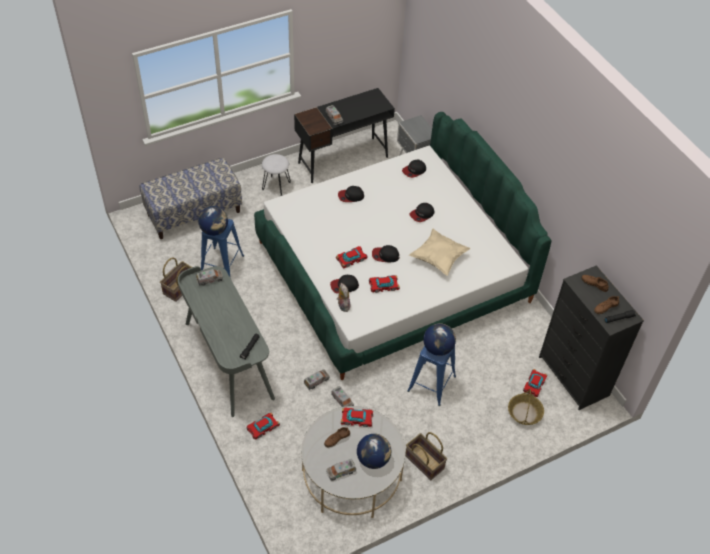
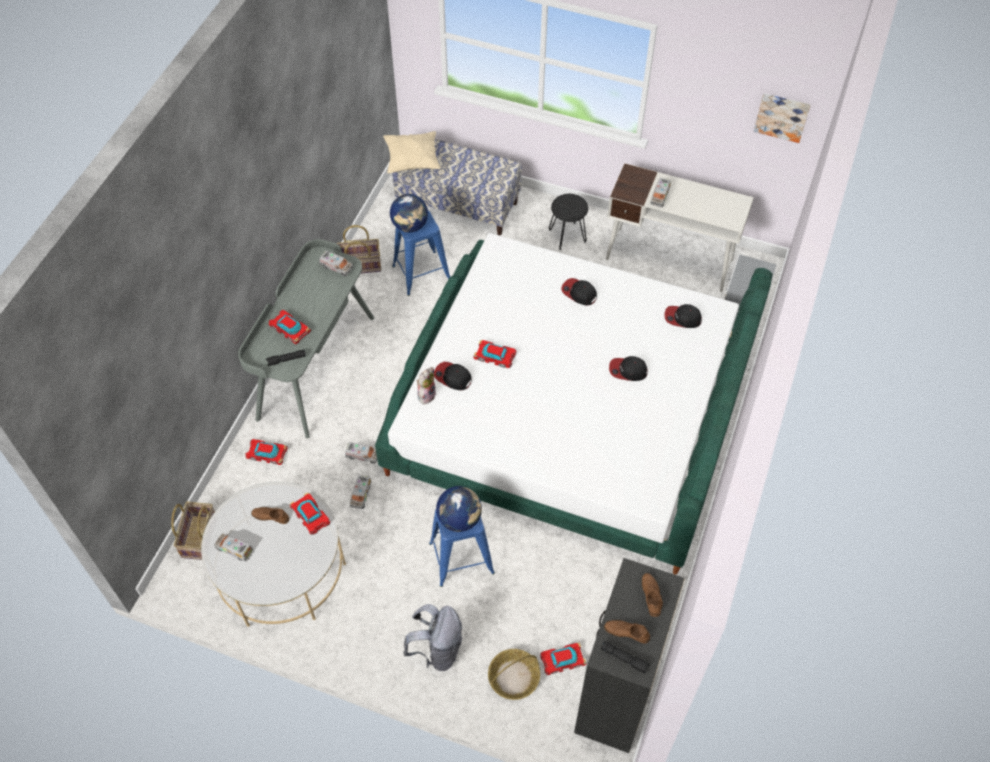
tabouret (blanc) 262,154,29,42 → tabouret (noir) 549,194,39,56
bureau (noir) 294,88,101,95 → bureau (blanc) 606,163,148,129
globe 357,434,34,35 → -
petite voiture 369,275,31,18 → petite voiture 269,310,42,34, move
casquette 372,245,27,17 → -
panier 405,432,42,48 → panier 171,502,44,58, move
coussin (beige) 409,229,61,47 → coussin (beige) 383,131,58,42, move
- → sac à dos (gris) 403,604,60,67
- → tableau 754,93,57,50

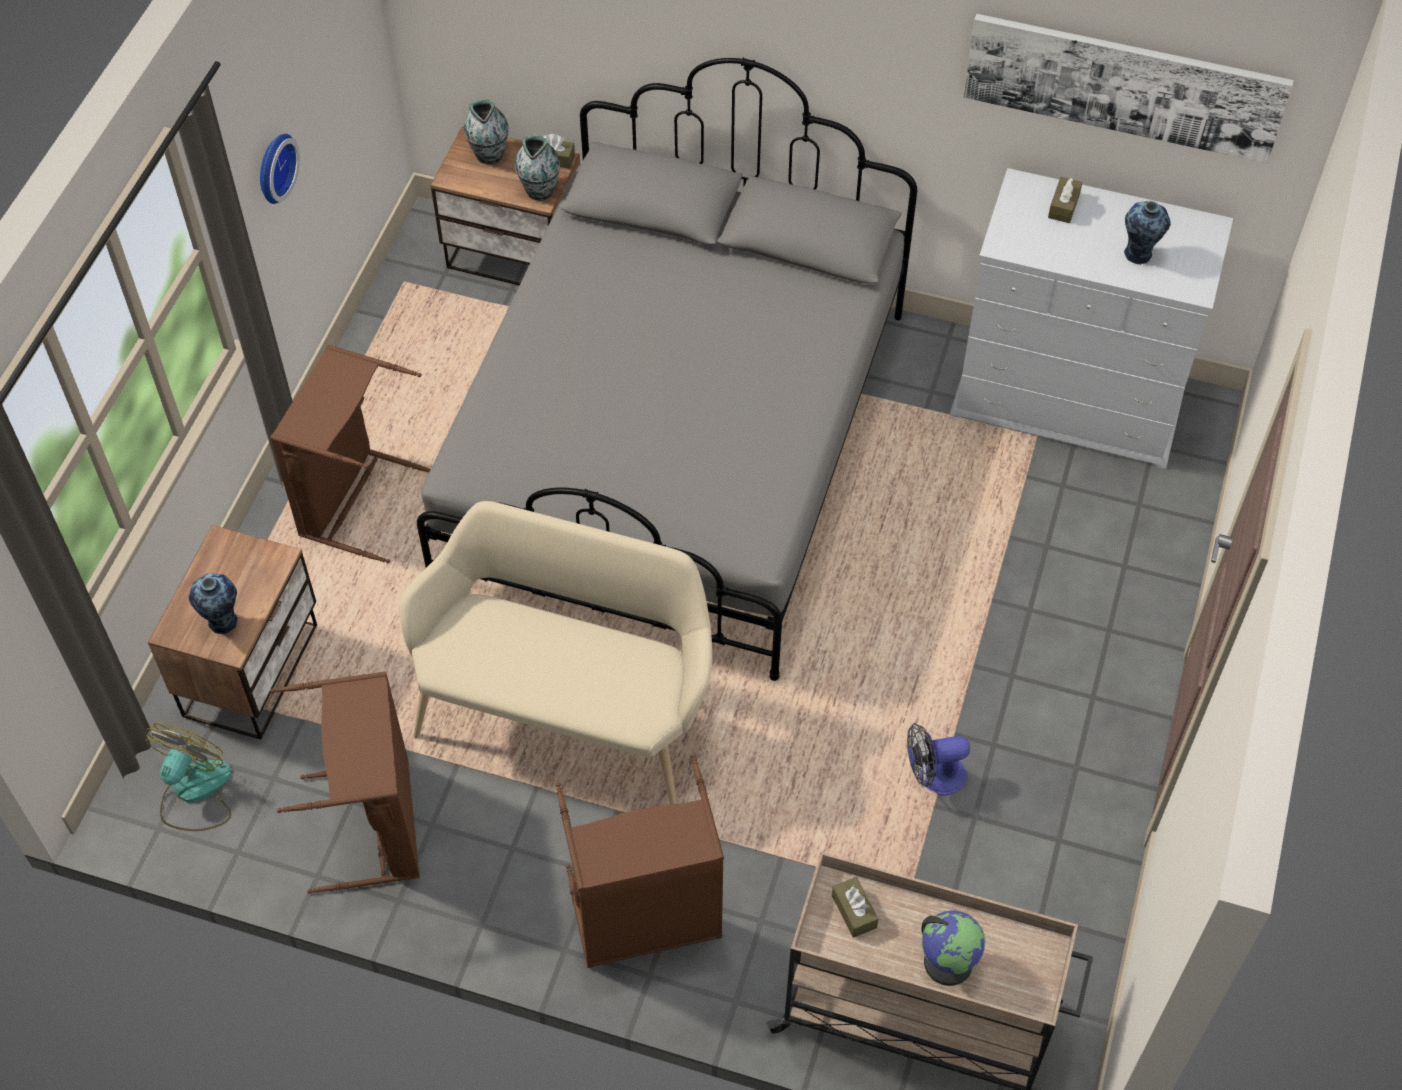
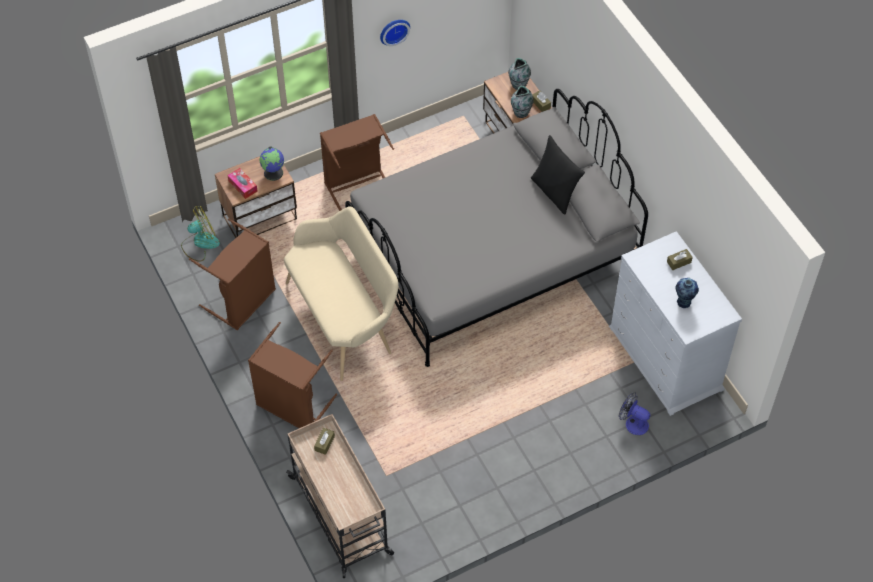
vase 189,573,48,62 → boîte à mouchoirs 227,168,31,31
ventilateur 907,723,63,72 → ventilateur 619,392,31,43, move
globe 921,910,65,76 → globe 259,147,25,34, move
tableau 963,14,331,149 → -
- → coussin (noir) 531,135,54,80

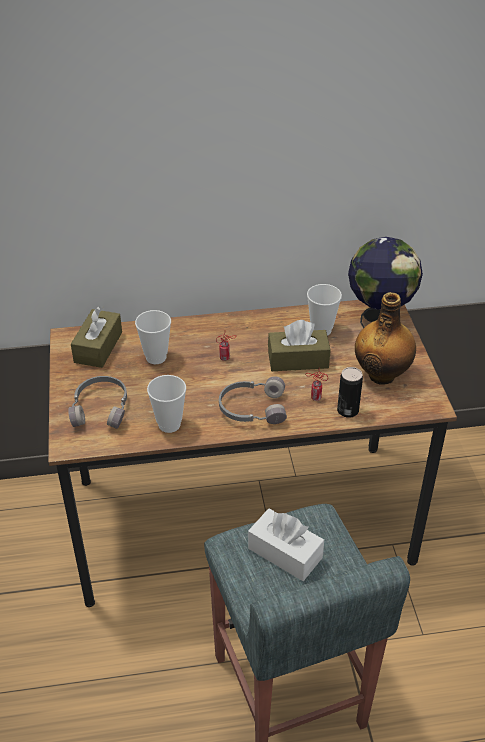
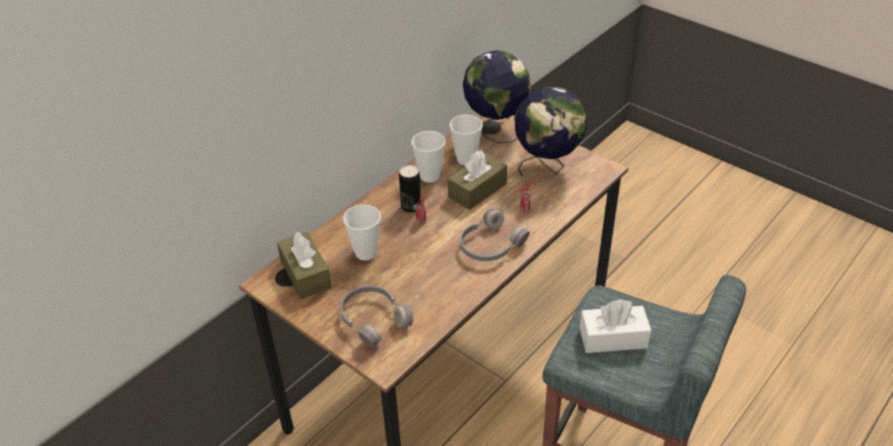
tasse 147,375,39,58 → tasse 411,131,34,52, move
boîte métallique 337,367,26,51 → boîte métallique 399,165,22,48, move
bouteille 355,292,61,93 → globe 514,87,73,89

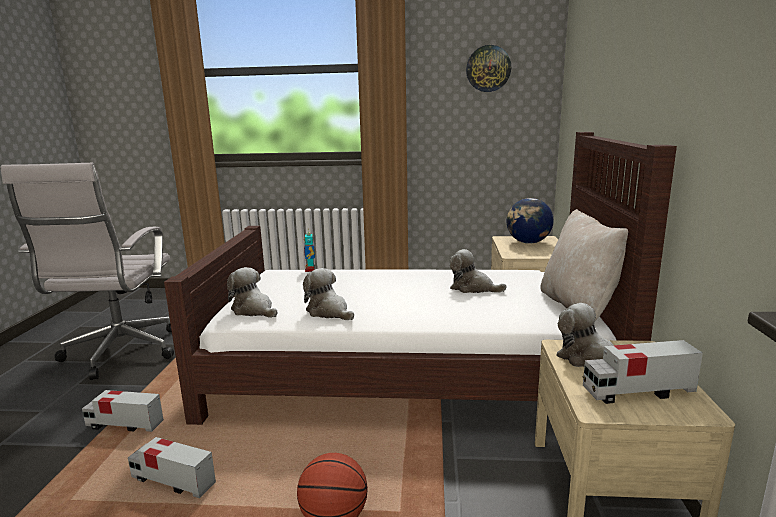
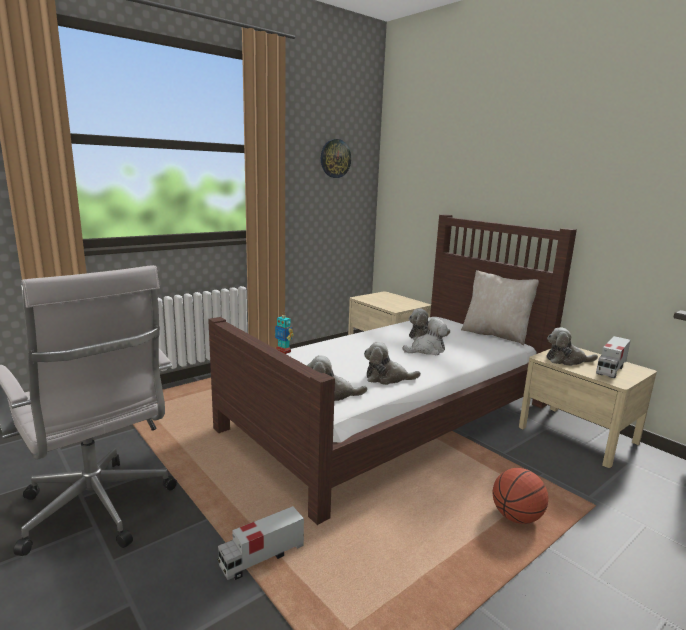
camion jouet 128,437,88,61 → -
globe 507,198,46,46 → -
- → peluche 403,318,45,37

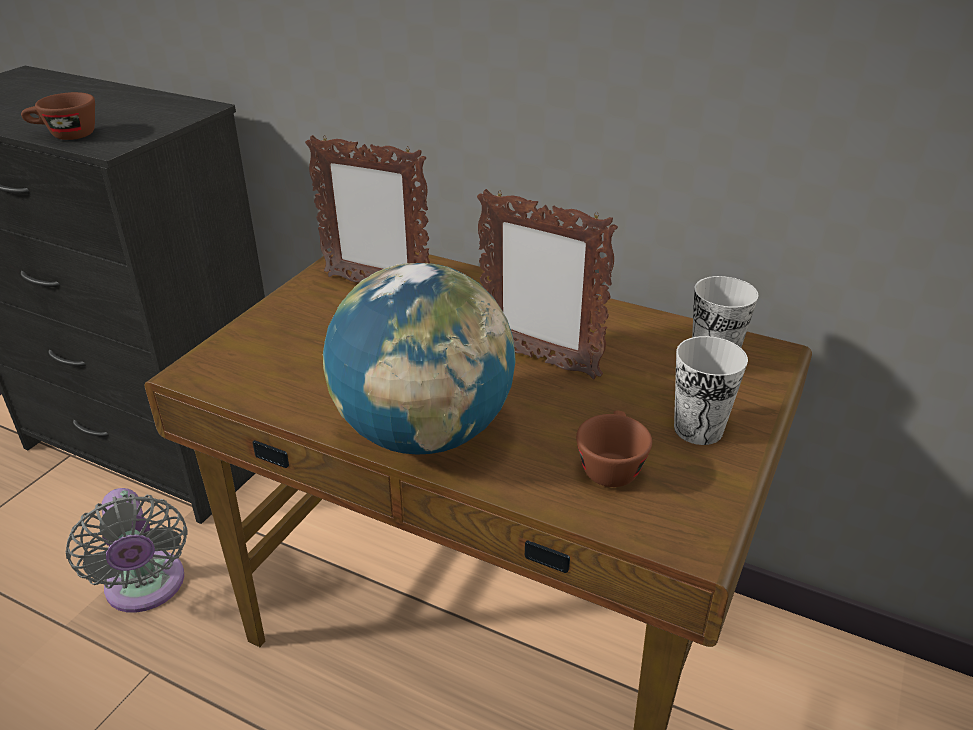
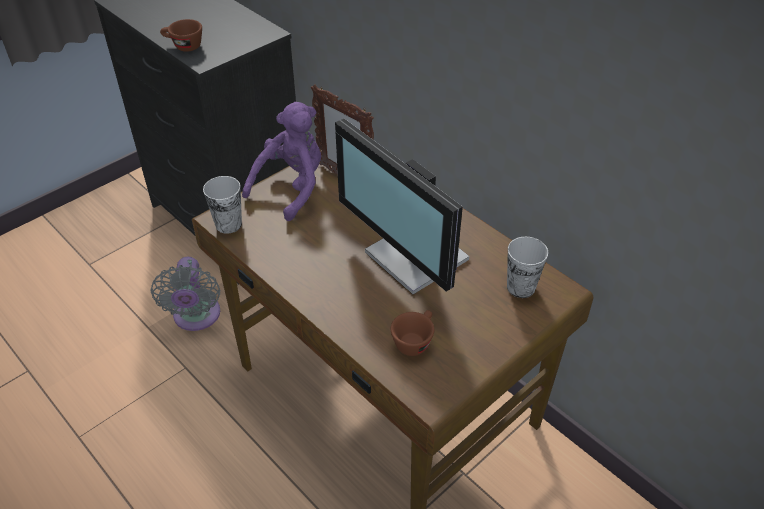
globe 322,263,194,192 → -
cadre photo 477,189,141,191 → écran d'ordinateur 335,119,134,175
tasse 674,336,74,109 → tasse 203,176,39,58, move
- → peluche (violet) 242,102,79,119

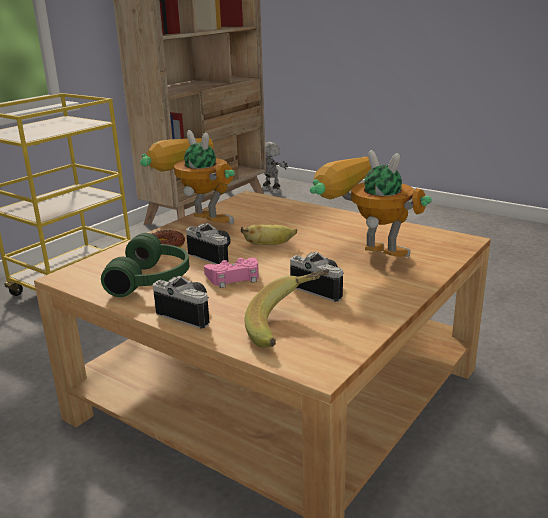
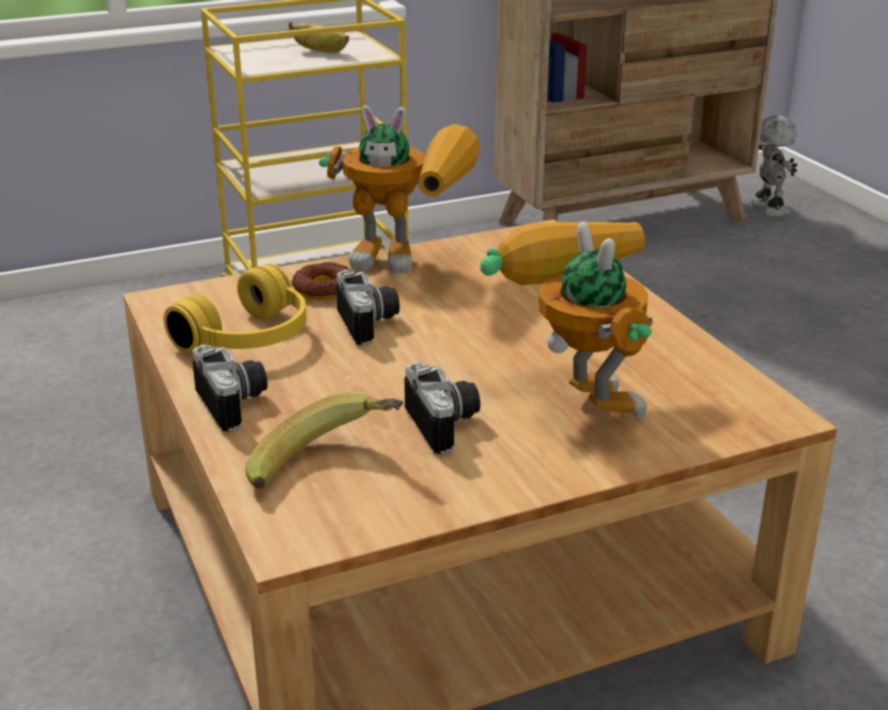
casque audio (vert) 101,233,88,64 → casque audio (jaune) 163,264,144,89
robot jouet 140,130,95,94 → robot jouet 319,105,161,168, 120 degrees clockwise
manette (rose) 204,257,55,31 → -
banane 241,224,56,21 → banane 289,22,60,31, move

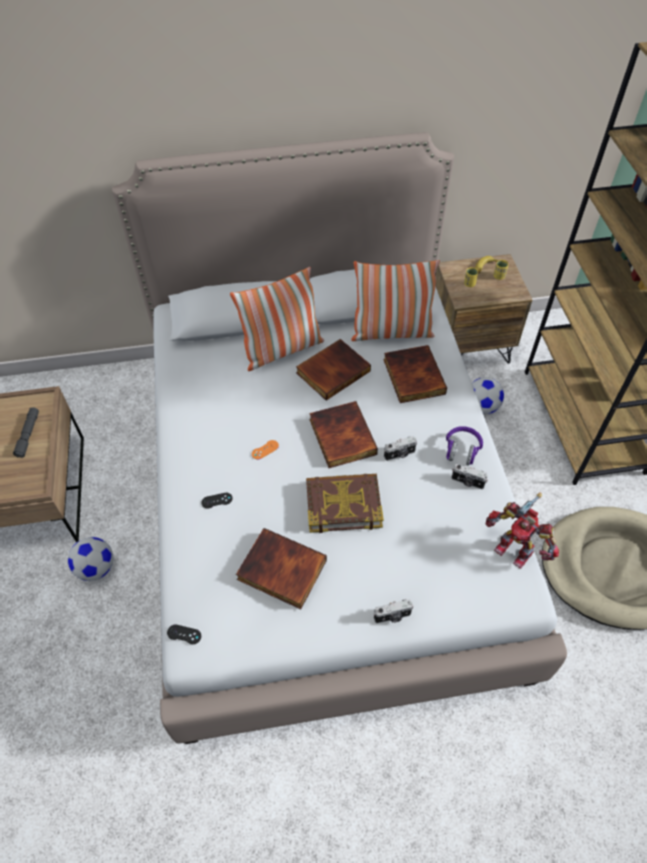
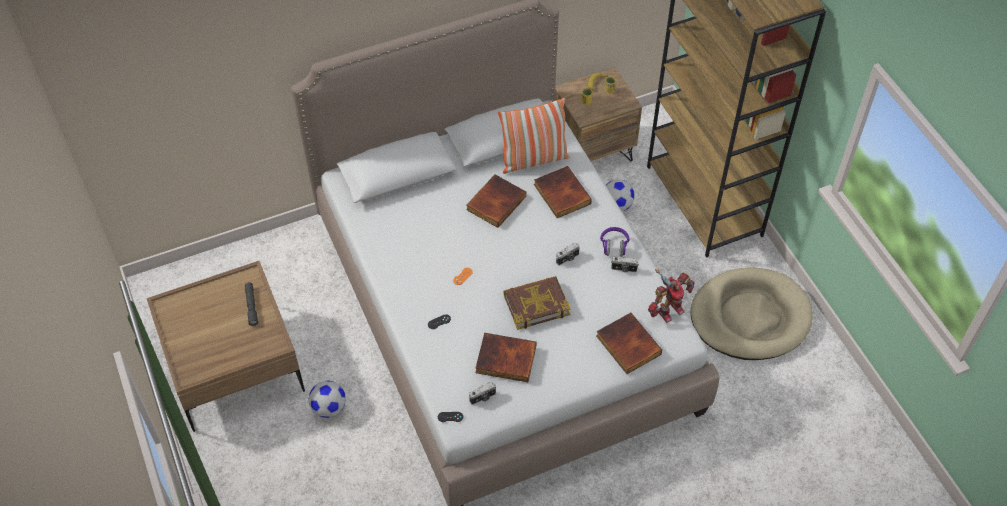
coussin 230,267,94,104 → -
livre 309,401,69,67 → livre 596,313,66,61, move
appareil photo 373,599,40,24 → appareil photo 469,382,27,23, move
robot jouet 485,493,74,75 → robot jouet 648,269,46,54, 60 degrees counterclockwise

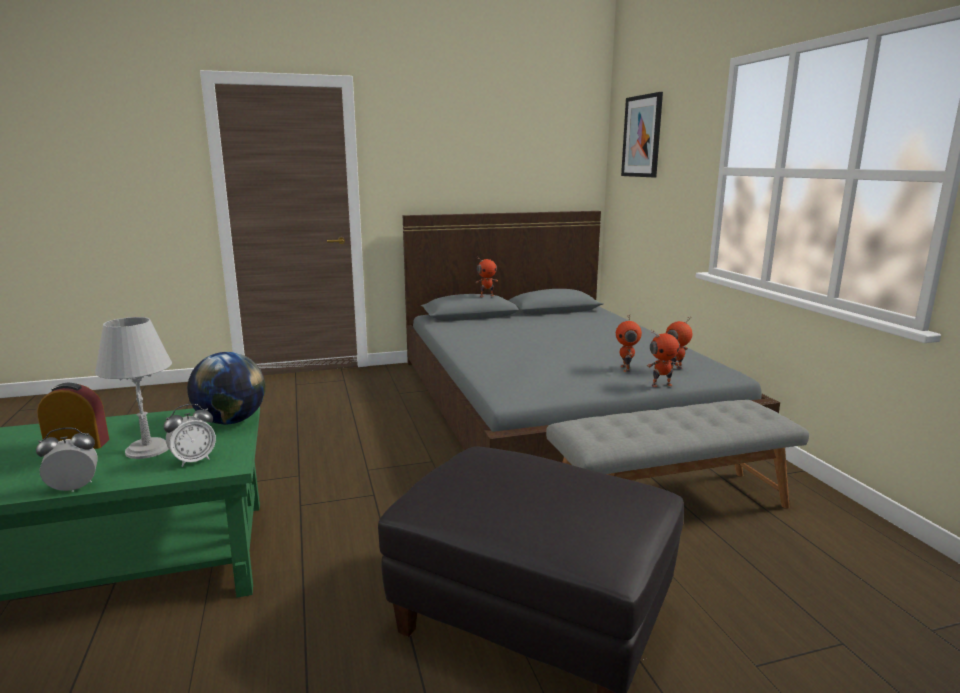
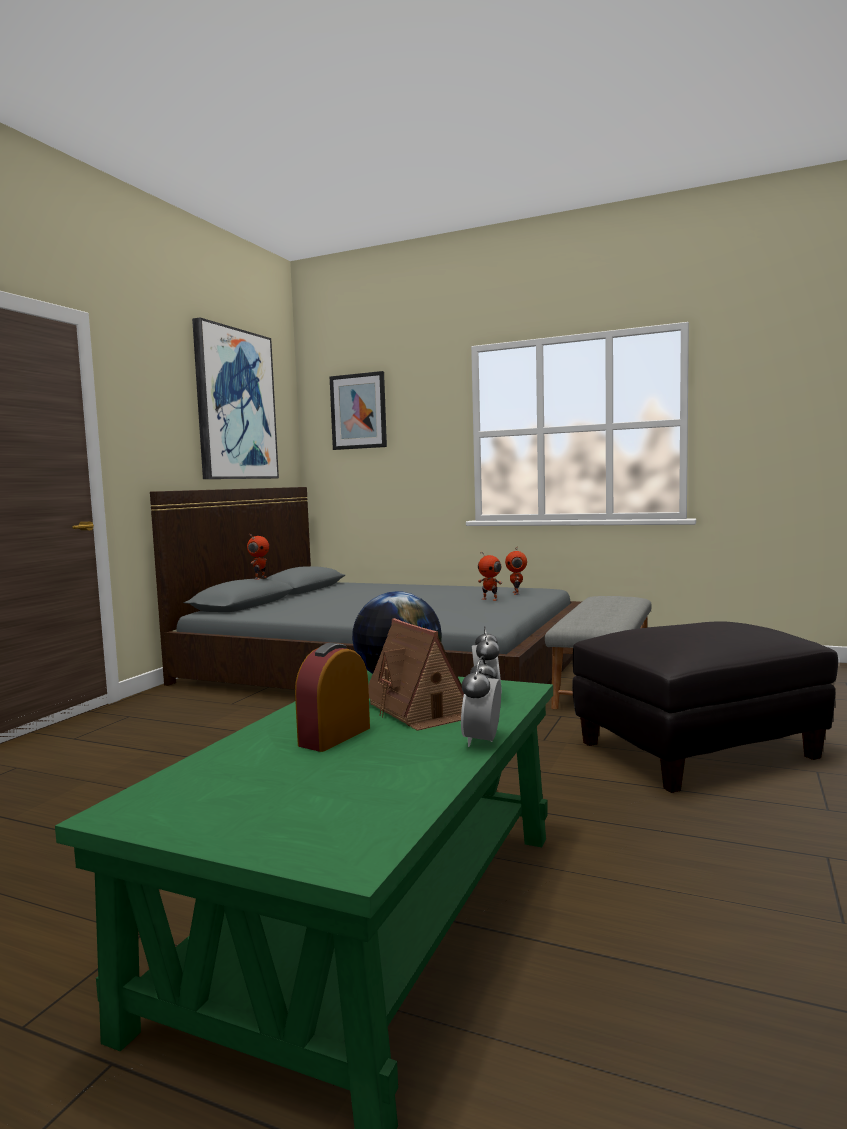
lampe de table (gris) 95,317,77,142 → maison miniature 368,618,96,113
robot jouet 647,330,33,57 → -
- → tableau 192,317,87,162

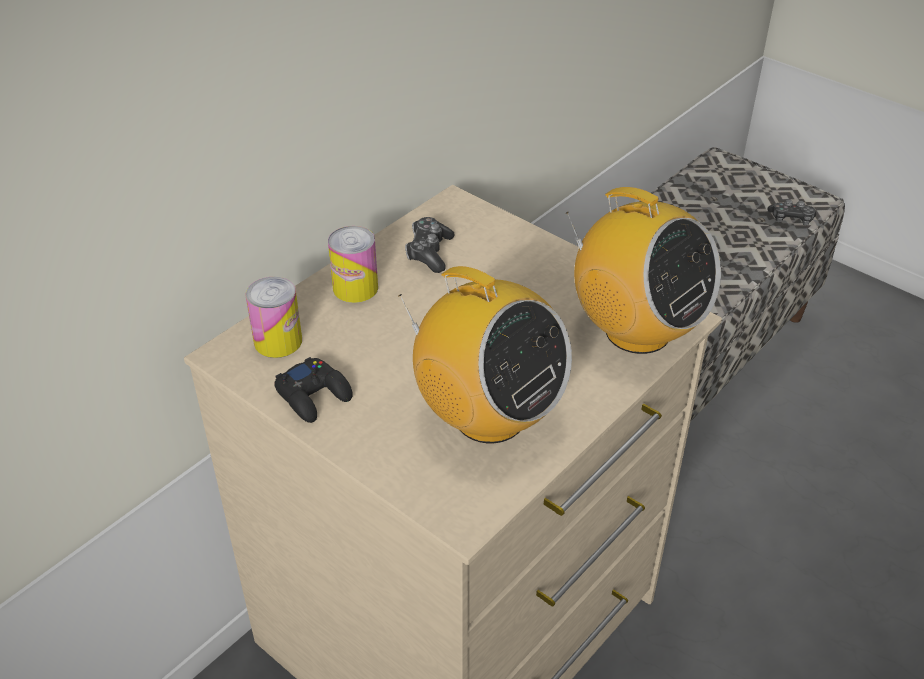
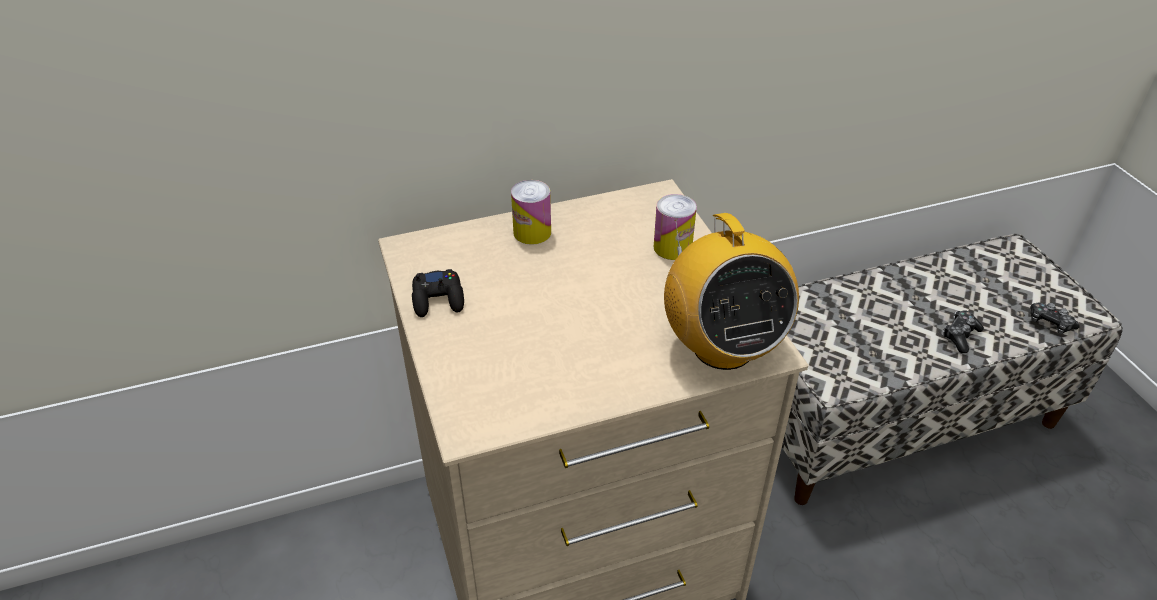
boîte métallique 245,277,57,81 → boîte métallique 654,194,43,66, move
radio 399,266,173,177 → -
manette 405,217,49,56 → manette 943,311,41,42, move

